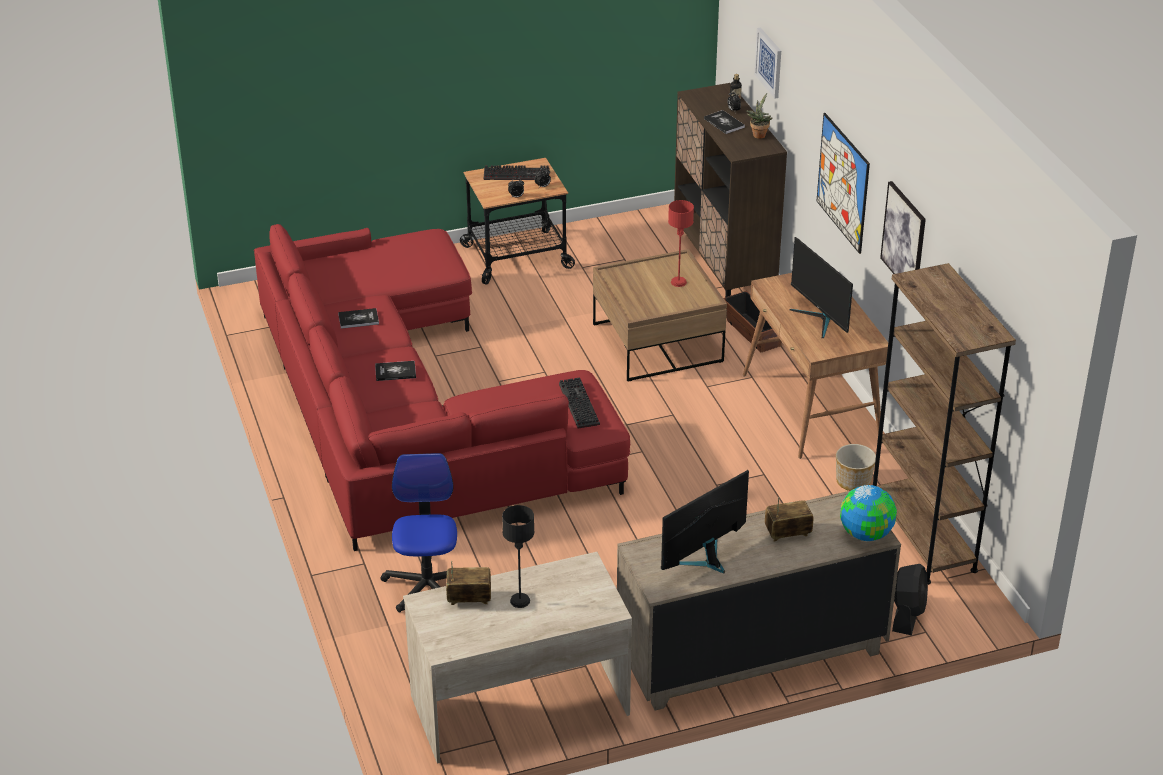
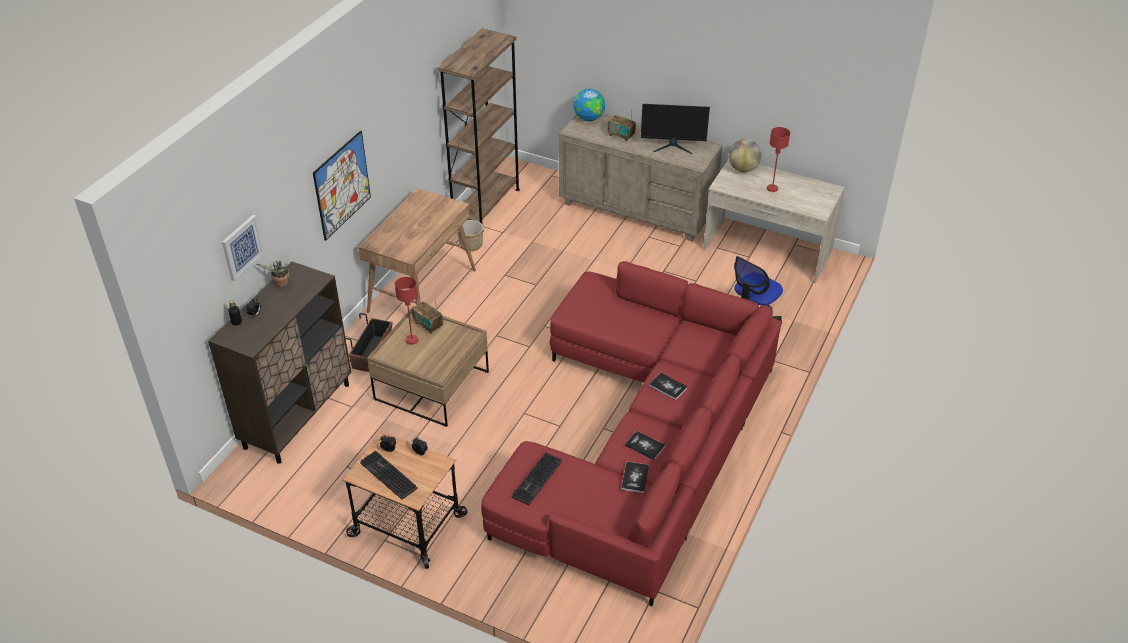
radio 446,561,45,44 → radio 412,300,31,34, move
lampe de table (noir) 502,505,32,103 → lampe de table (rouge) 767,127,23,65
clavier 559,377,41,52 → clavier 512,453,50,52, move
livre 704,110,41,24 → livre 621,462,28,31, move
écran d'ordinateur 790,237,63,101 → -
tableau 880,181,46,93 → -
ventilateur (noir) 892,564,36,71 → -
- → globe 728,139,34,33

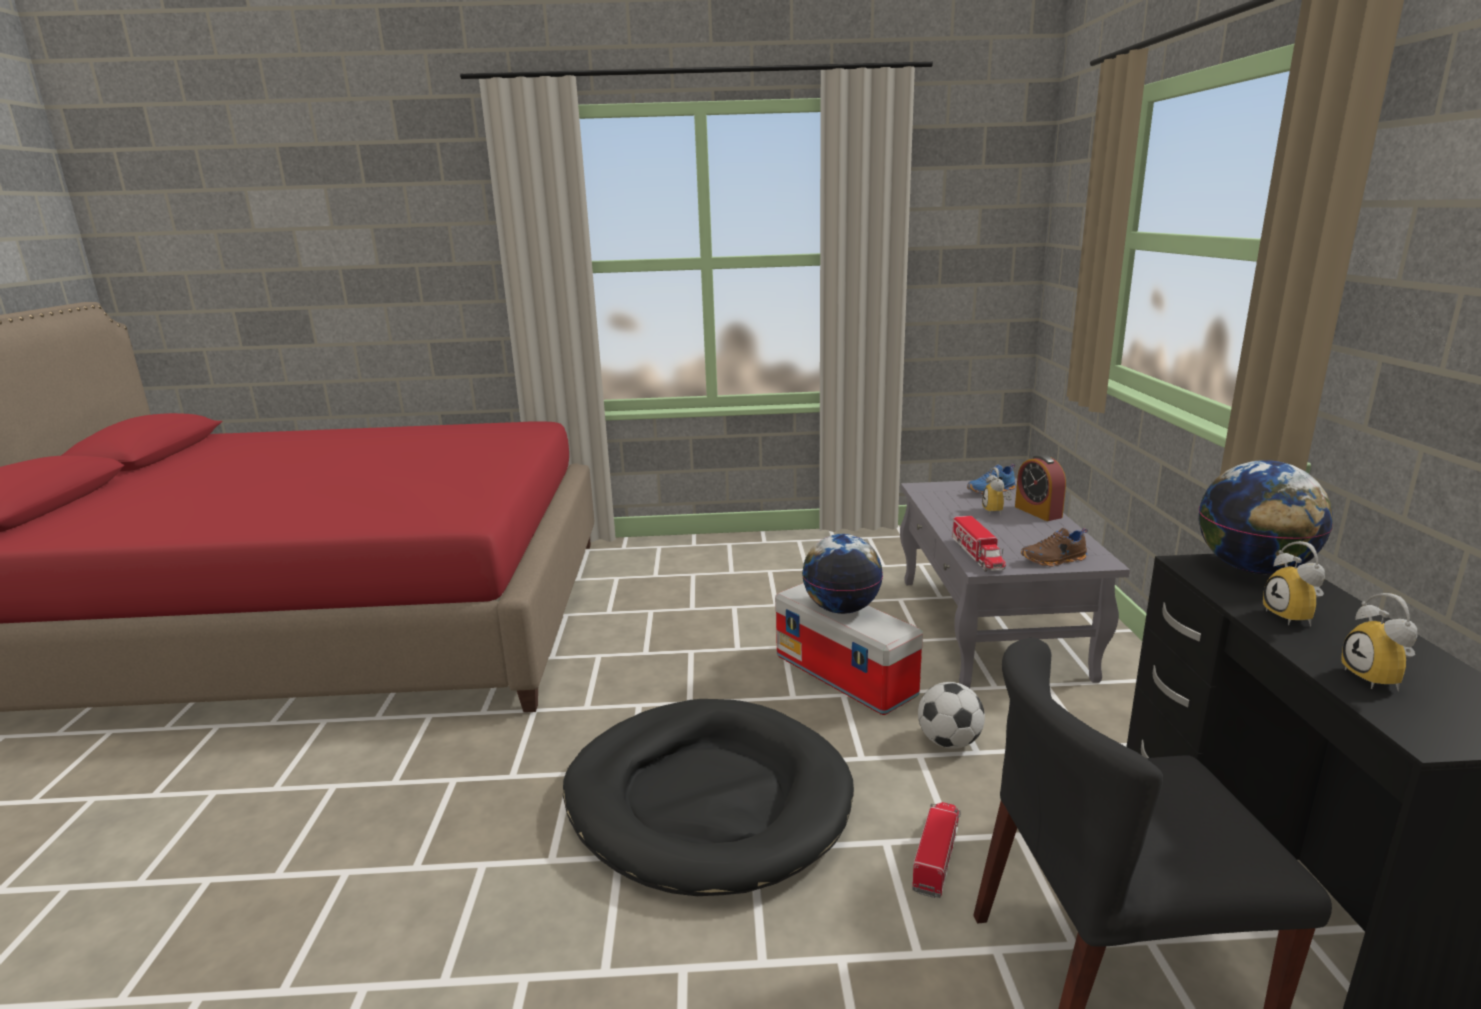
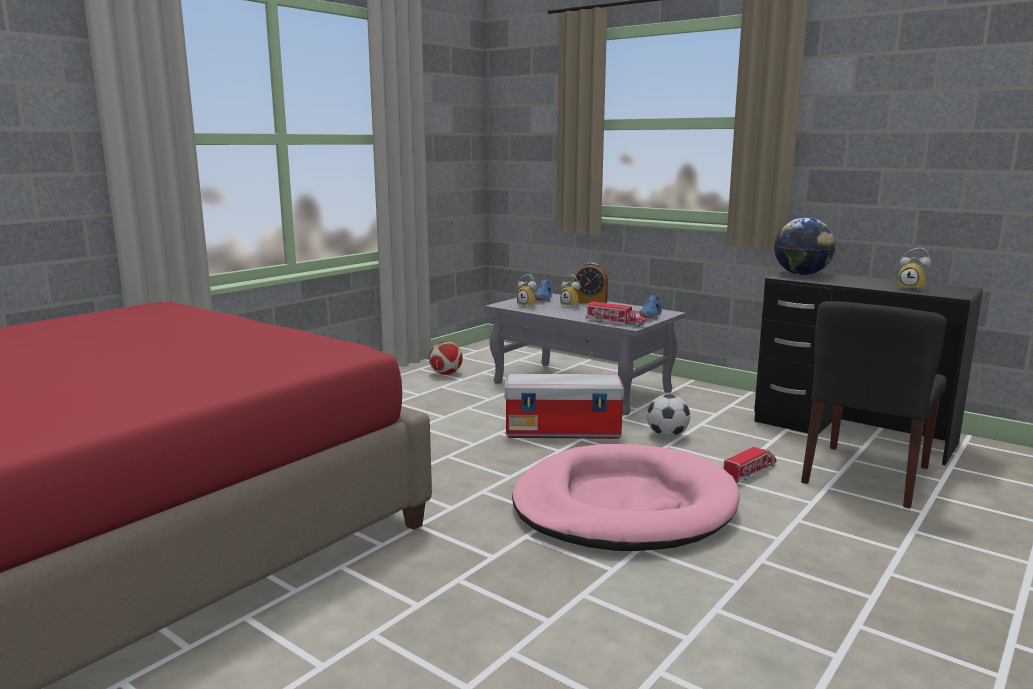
panier pour chien (noir) 563,699,291,197 → panier pour chien (rose) 512,444,228,107
globe 802,534,81,80 → -
camion jouet 912,802,49,96 → camion jouet 724,447,52,36, 75 degrees clockwise
chaussure (marron) 1021,528,67,39 → chaussure (bleu) 639,294,23,25
réveil 1263,541,62,86 → réveil 517,274,20,32, move
- → ballon de foot 429,341,34,34

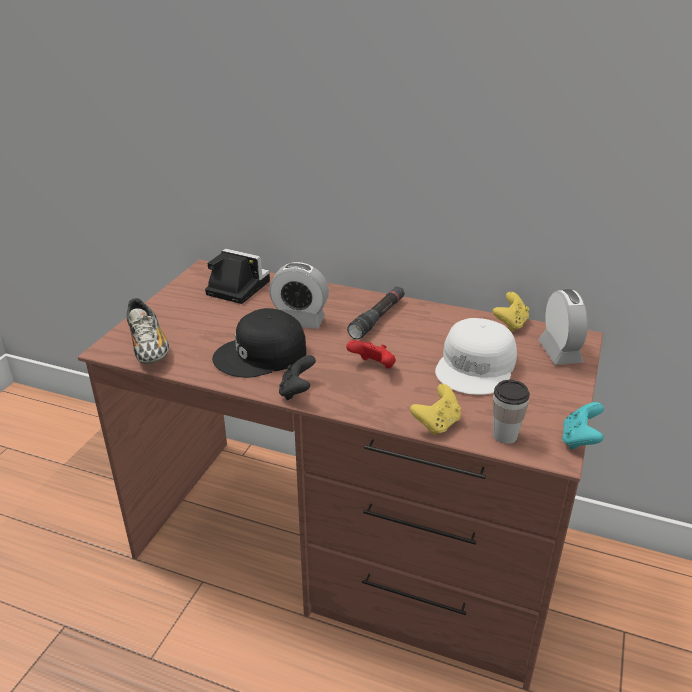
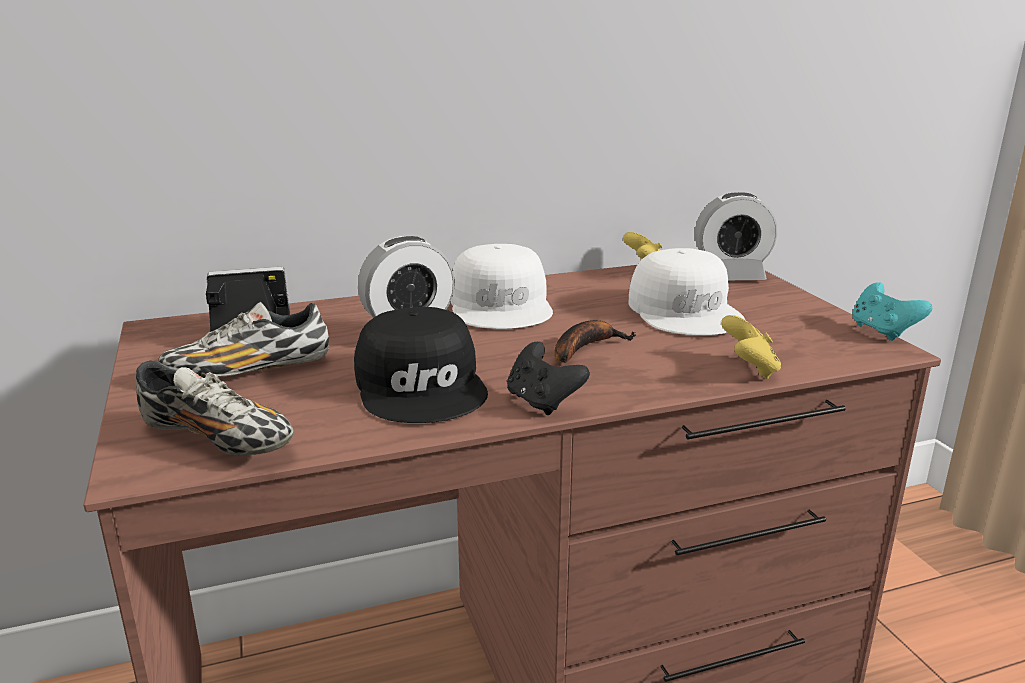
casquette (noir) 212,308,94,70 → casquette (noir) 354,307,134,116, 45 degrees counterclockwise
manette (rouge) 346,341,50,28 → banane 554,320,82,43
lampe de poche (noir) 347,286,58,53 → casquette (blanc) 451,244,102,85
tasse 493,380,37,64 → -
réveil 538,289,50,76 → réveil 695,192,82,88, 135 degrees clockwise
- → chaussure 158,302,171,75

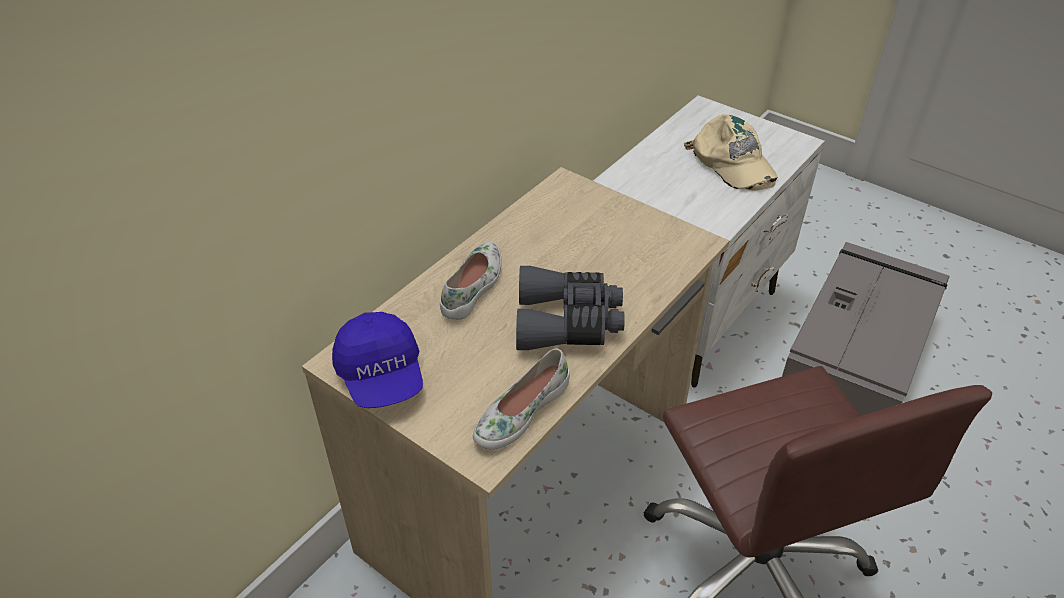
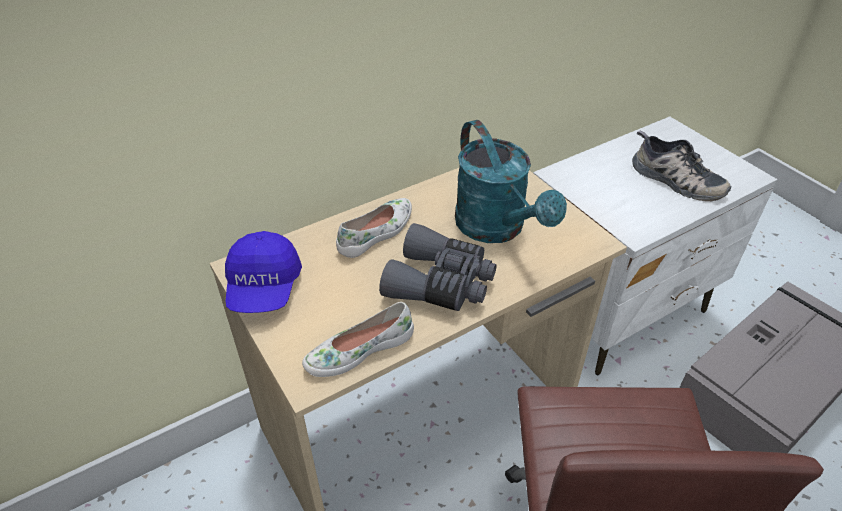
casquette (beige) 684,114,94,77 → chaussure 632,130,100,72
- → arrosoir (turquoise) 455,120,112,123

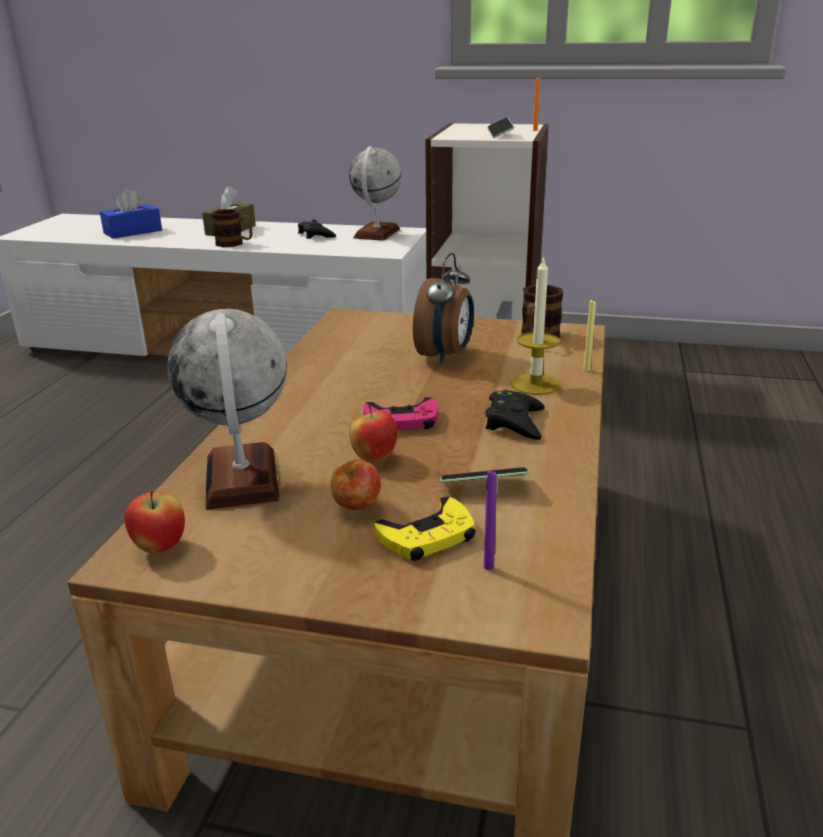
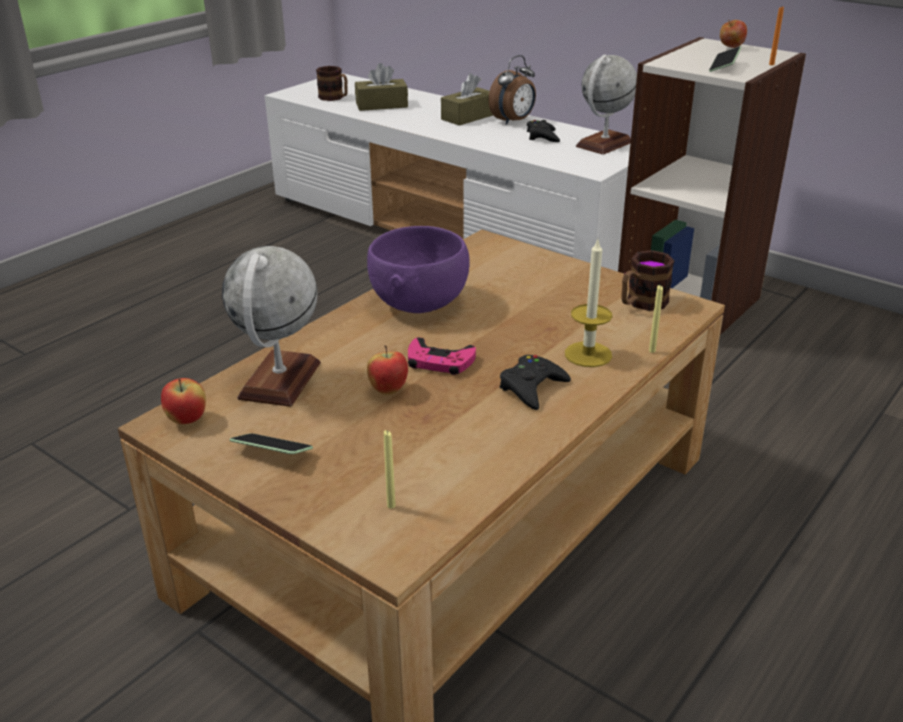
boîte à mouchoirs (bleu) 100,188,62,51 → boîte à mouchoirs (marron) 355,63,53,48
mug 212,209,40,38 → mug 316,66,32,35, move
pomme 331,460,50,50 → pomme 720,20,27,28, move
manette (jaune) 375,497,101,64 → -
réveil 413,253,61,111 → réveil 488,55,48,70, move
téléphone 440,467,90,16 → téléphone 230,433,83,21, move
bougie (violet) 484,469,13,101 → bougie (jaune) 384,430,12,79
- → bol (violet) 367,226,103,87

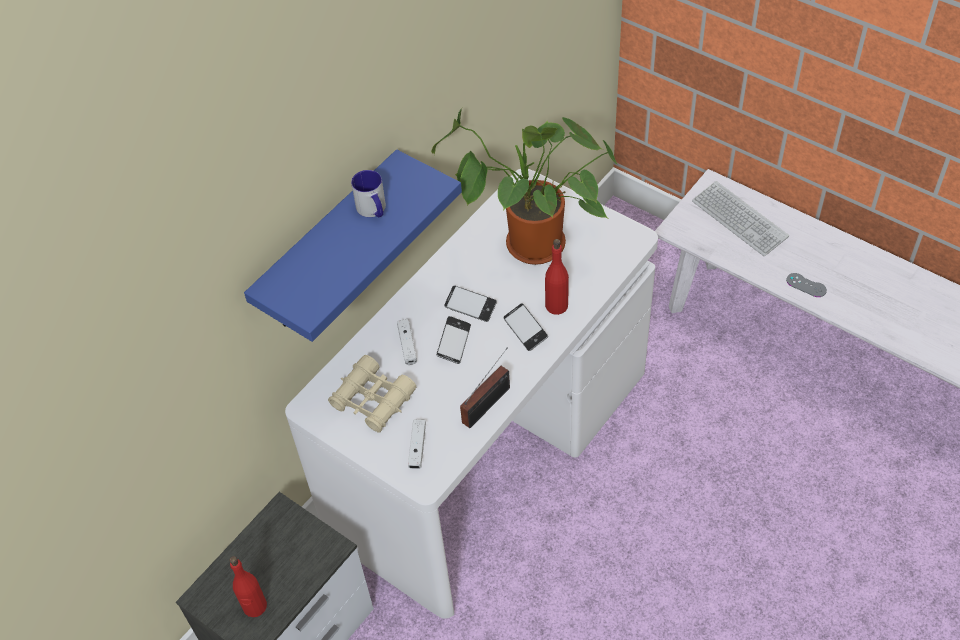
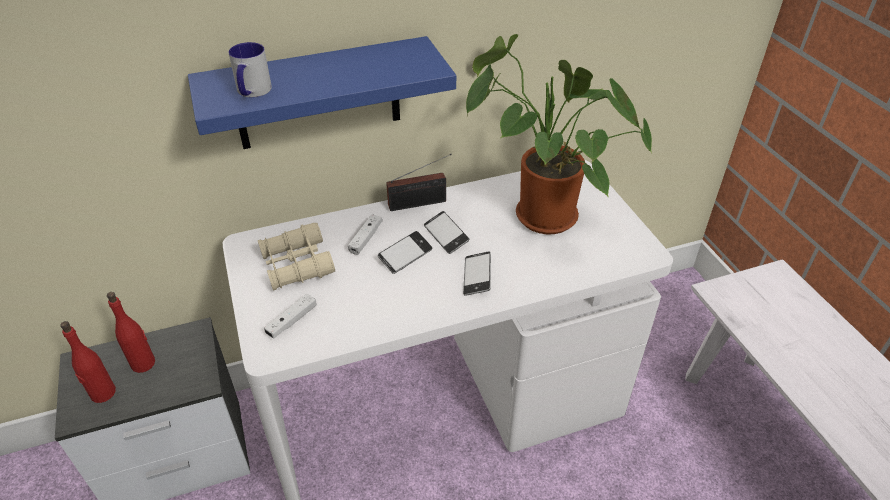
mug 351,170,35,47 → mug 229,42,43,55, move
radio 460,347,50,81 → radio 386,154,66,57, move
bouteille (rouge) 545,239,24,76 → bouteille (rouge) 107,292,48,81, move
clavier 692,181,97,75 → -
manette (gris) 786,273,41,24 → -

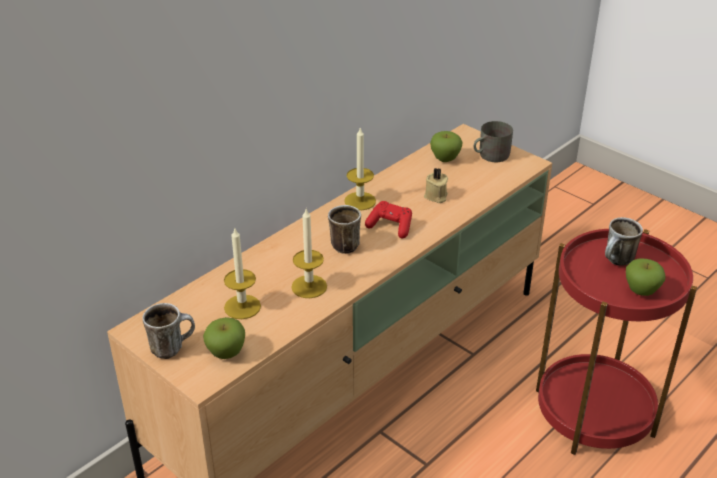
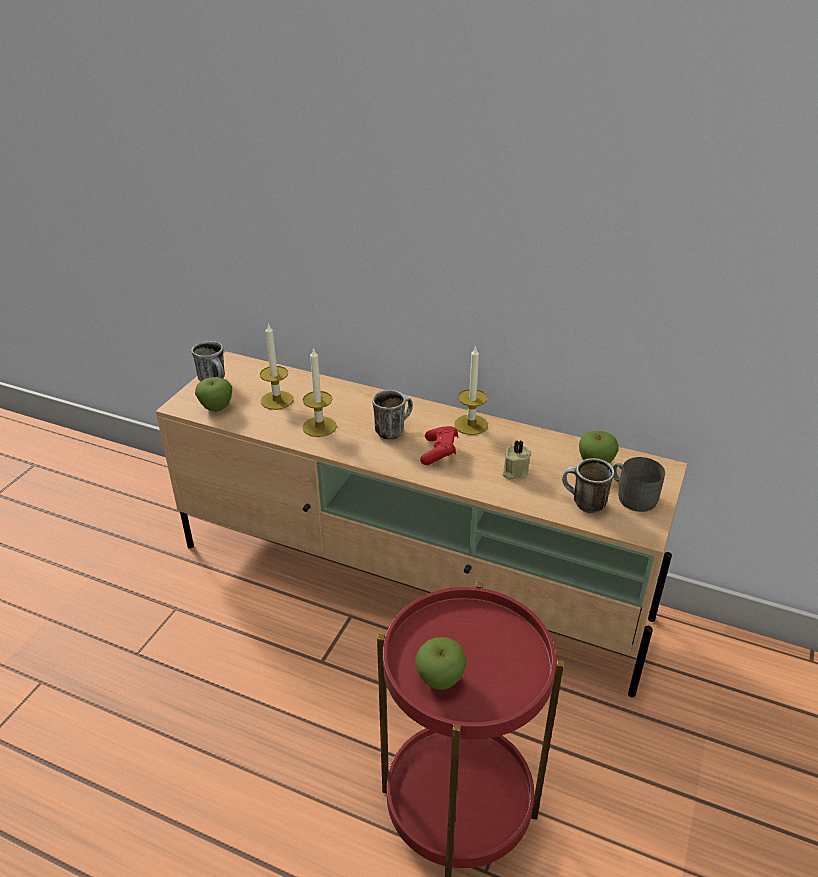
mug 605,217,38,49 → mug 562,458,52,55, move

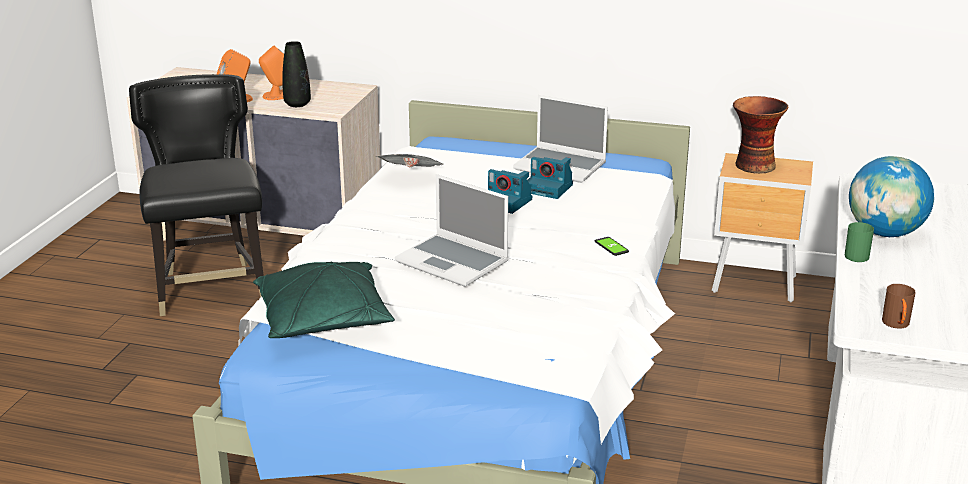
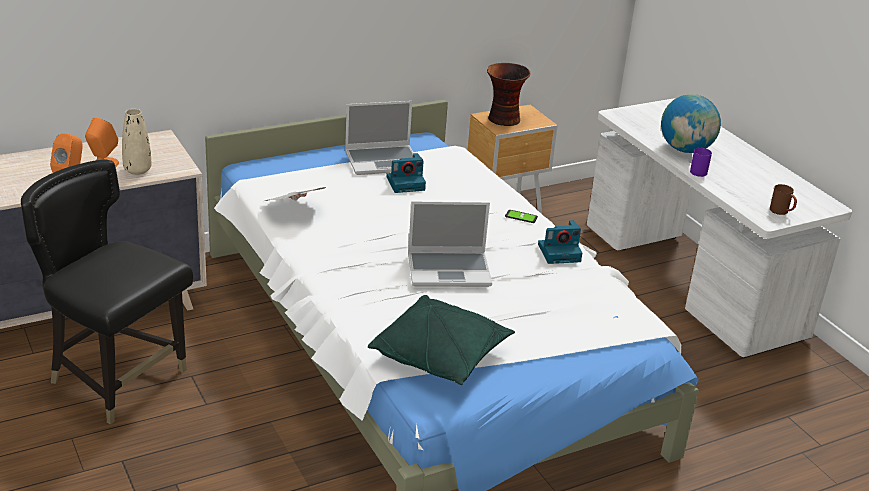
vase (noir) 282,41,29,66 → vase (beige) 122,109,29,66
appareil photo 488,169,44,45 → appareil photo 538,220,44,44, move
mug (vert) 845,222,29,40 → mug (violet) 690,148,22,29

